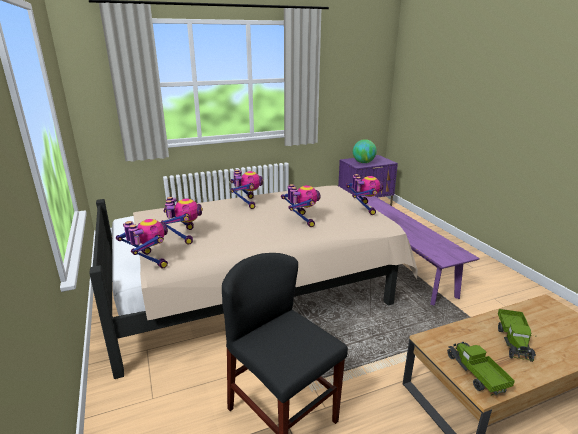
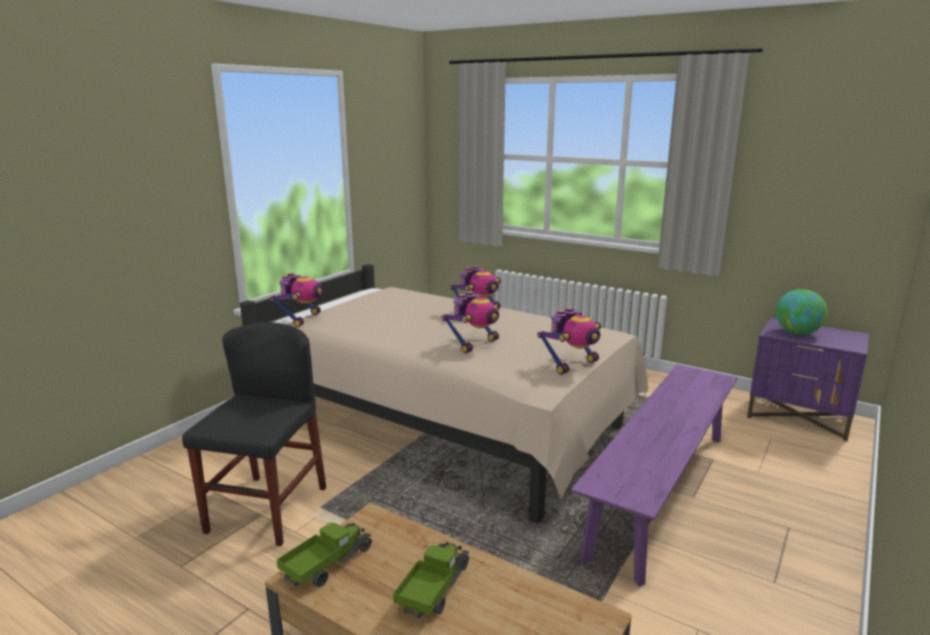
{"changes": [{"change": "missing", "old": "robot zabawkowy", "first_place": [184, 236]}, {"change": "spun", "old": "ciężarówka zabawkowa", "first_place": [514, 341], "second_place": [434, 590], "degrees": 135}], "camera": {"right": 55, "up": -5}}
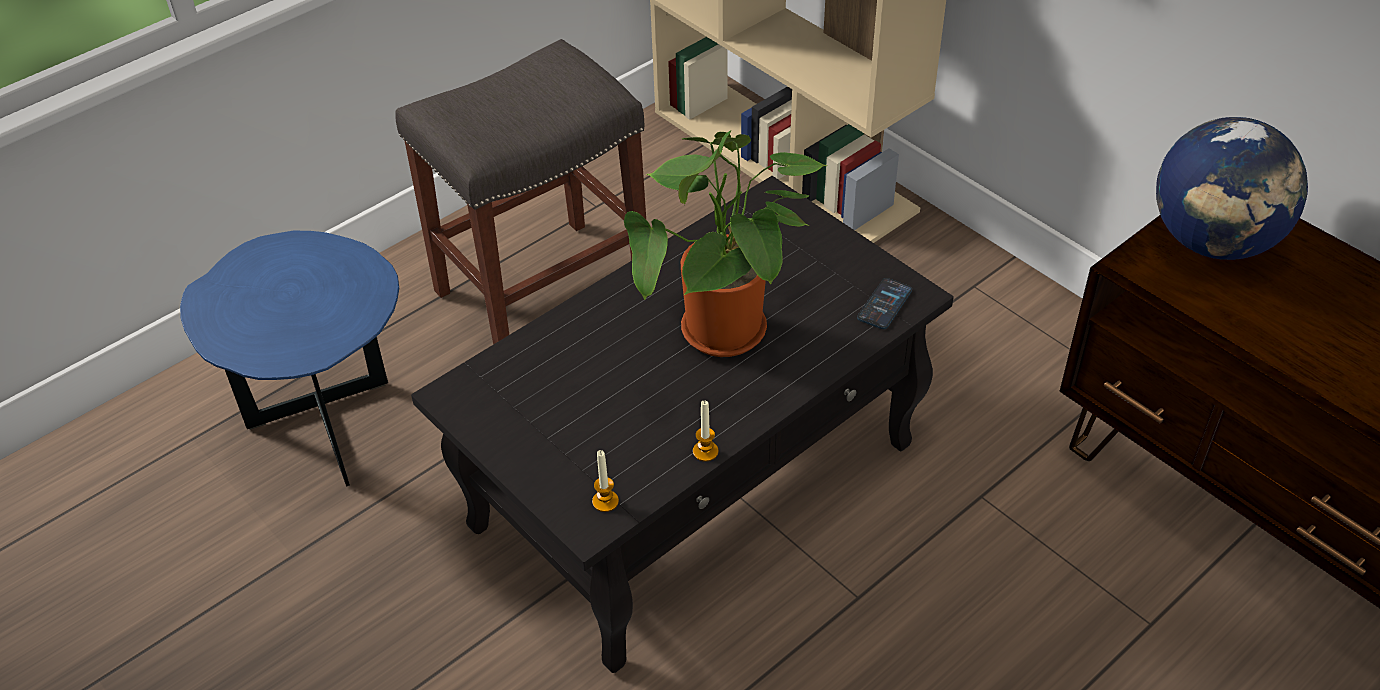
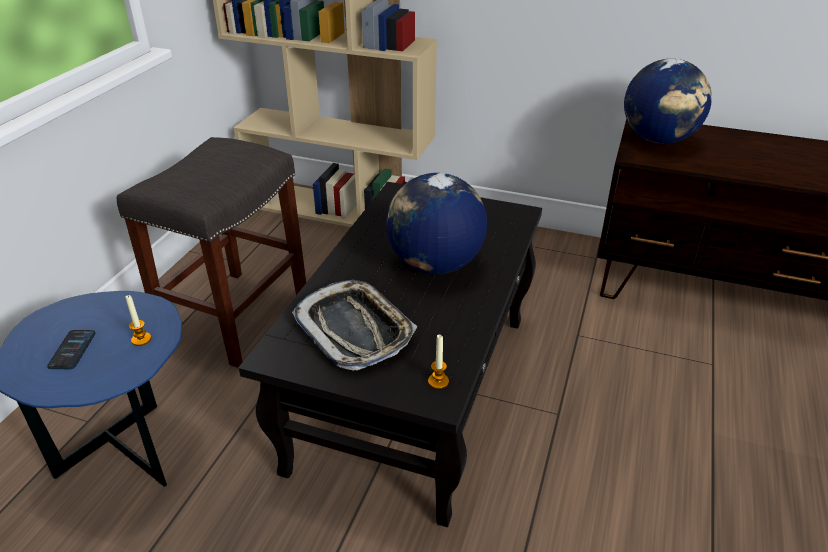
{"changes": [{"change": "exchanged", "old": "roślina doniczkowa", "new": "globus", "first_place": [727, 338], "second_place": [434, 265]}, {"change": "relocated", "old": "świeca", "first_place": [705, 451], "second_place": [141, 339]}, {"change": "relocated", "old": "telefon", "first_place": [884, 304], "second_place": [72, 350]}, {"change": "appeared", "new": "taca", "second_place": [355, 330]}], "camera": {"right": -30, "up": -10}}
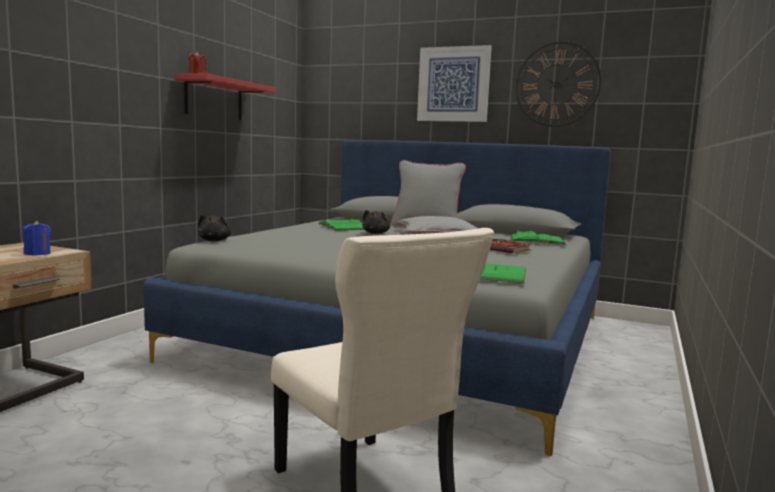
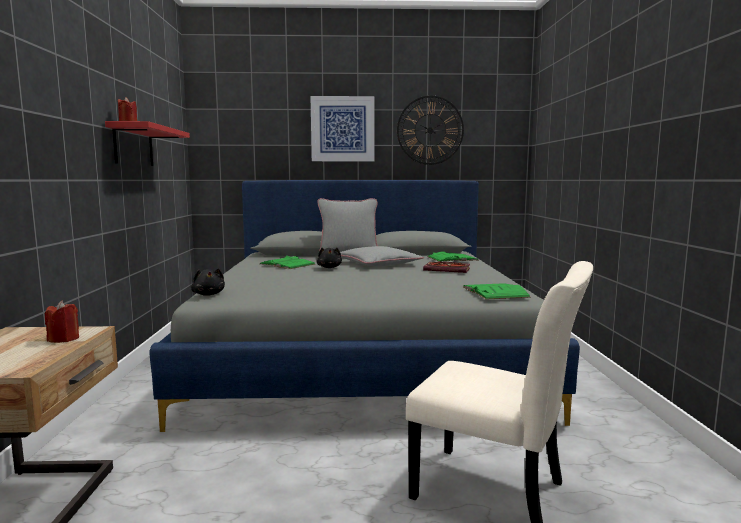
{"changes": [{"change": "colour", "old": "świeca (niebieski)", "new": "świeca (czerwony)", "first_place": [37, 254], "second_place": [64, 339]}], "camera": {"right": -25, "up": 0}}
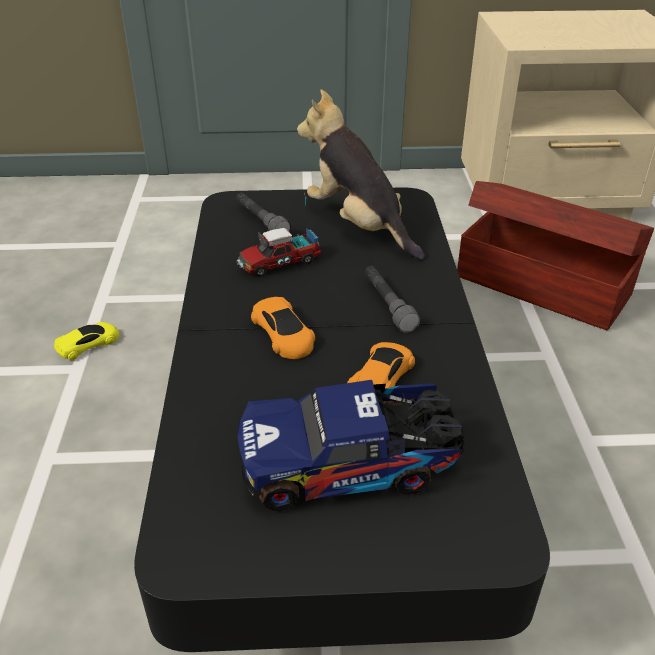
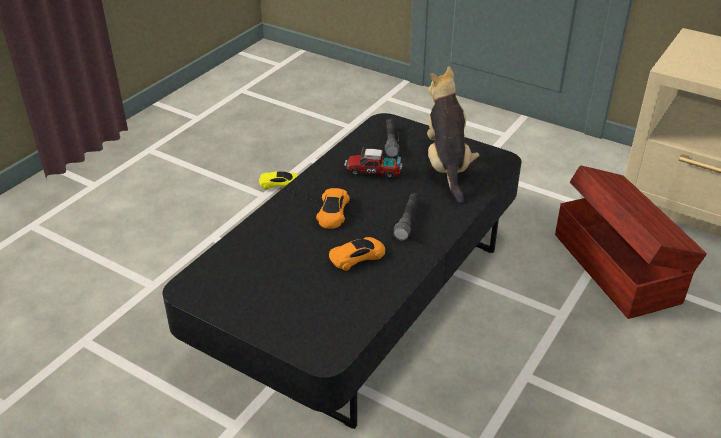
{"changes": [{"change": "missing", "old": "ciężarówka zabawkowa", "first_place": [352, 465]}], "camera": {"right": 35, "up": 0}}
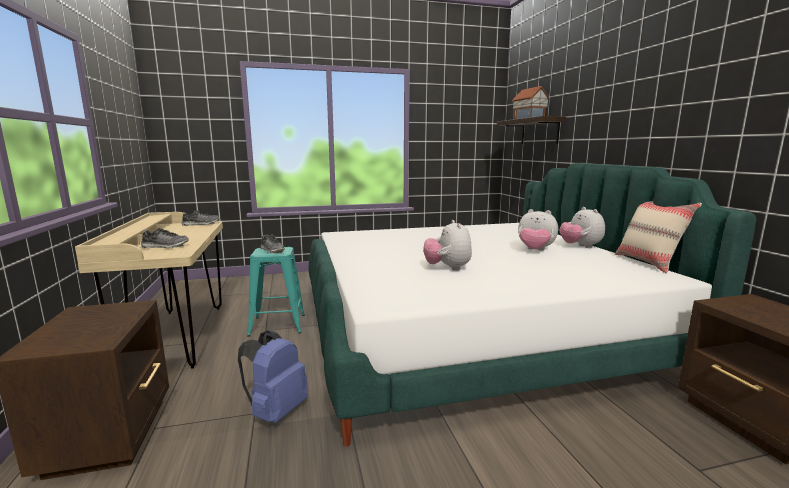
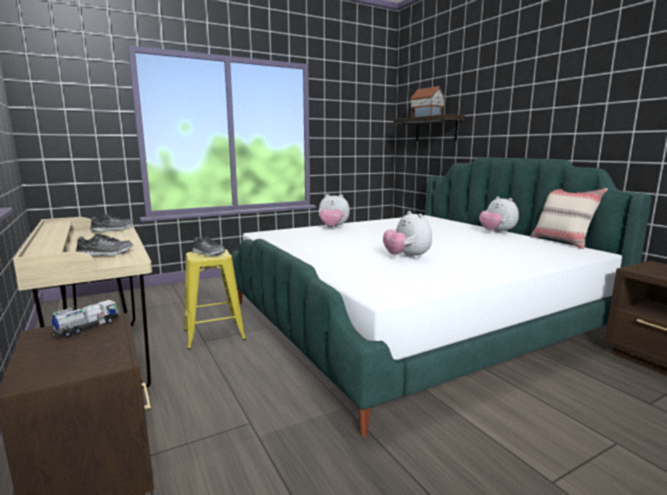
{"changes": [{"change": "missing", "old": "plecak (niebieski)", "first_place": [276, 411]}, {"change": "colour", "old": "stołek (turkusowy)", "new": "stołek (żółty)", "first_place": [277, 325], "second_place": [214, 334]}, {"change": "relocated", "old": "pluszak", "first_place": [535, 250], "second_place": [333, 228]}, {"change": "appeared", "new": "ciężarówka zabawkowa", "second_place": [87, 328]}], "camera": {"right": -15, "up": 0}}
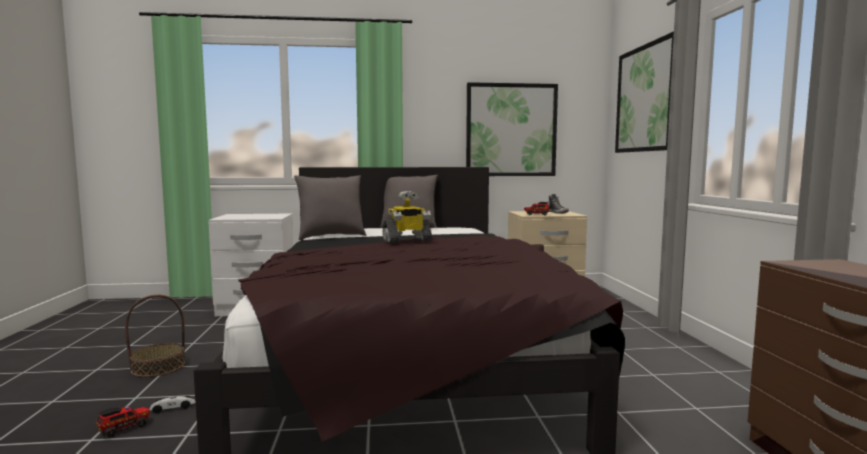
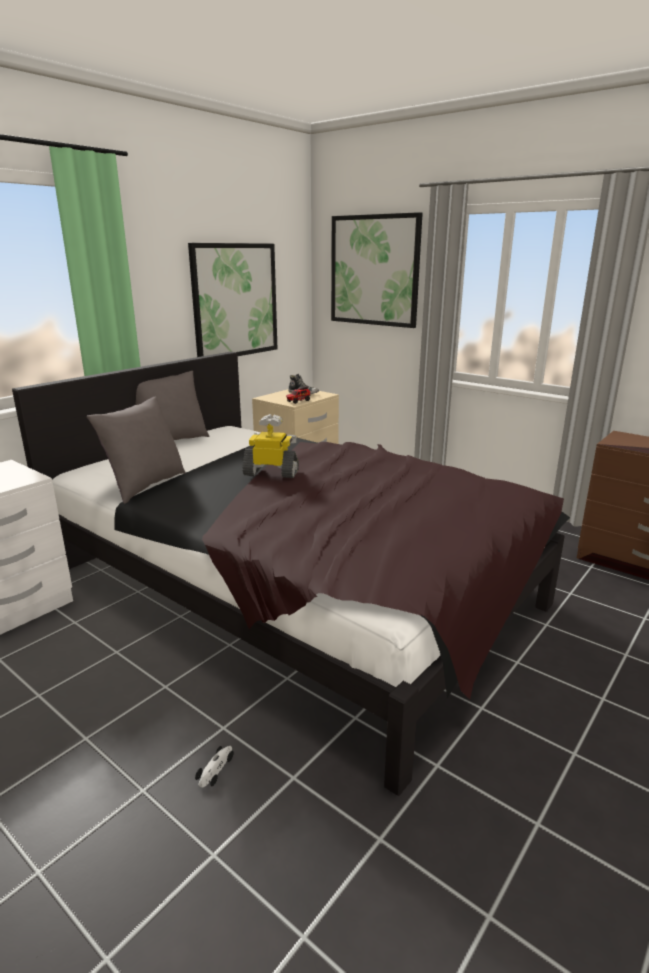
{"changes": [{"change": "missing", "old": "ciężarówka zabawkowa", "first_place": [125, 428]}, {"change": "missing", "old": "koszyk", "first_place": [158, 367]}, {"change": "spun", "old": "robot zabawkowy", "first_place": [407, 240], "second_place": [272, 472], "degrees": -105}], "camera": {"right": -45, "up": 15}}
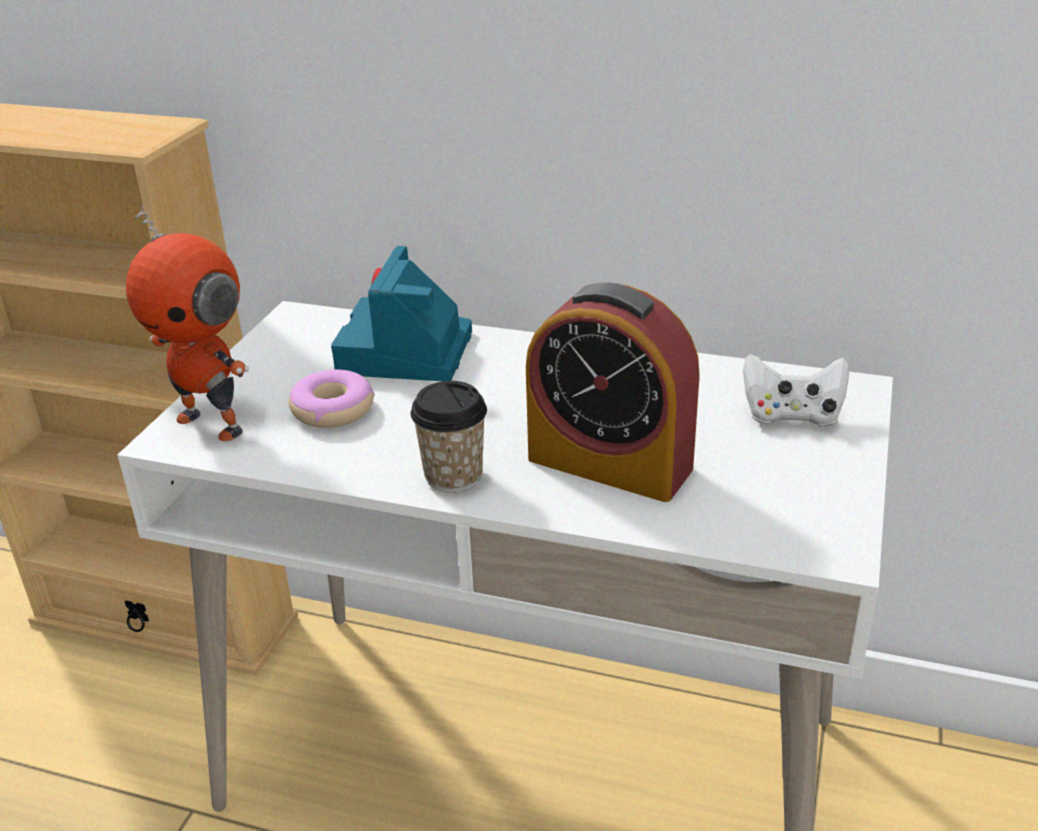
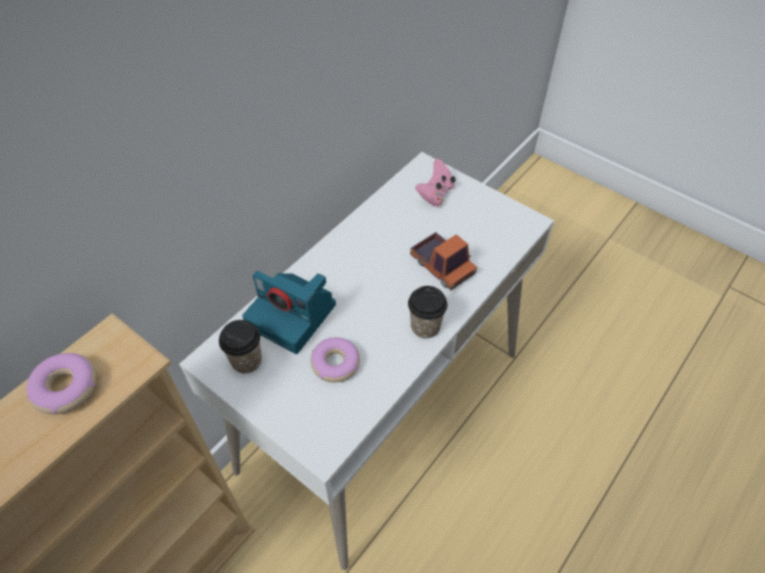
{"changes": [{"change": "missing", "old": "robot zabawkowy", "first_place": [213, 423]}, {"change": "exchanged", "old": "budzik", "new": "ciężarówka zabawkowa", "first_place": [609, 463], "second_place": [442, 266]}, {"change": "colour", "old": "pad do gier (biały)", "new": "pad do gier (różowy)", "first_place": [792, 416], "second_place": [435, 194]}, {"change": "appeared", "new": "donut", "second_place": [66, 388]}, {"change": "appeared", "new": "filiżanka", "second_place": [246, 361]}], "camera": {"right": -70, "up": 20}}
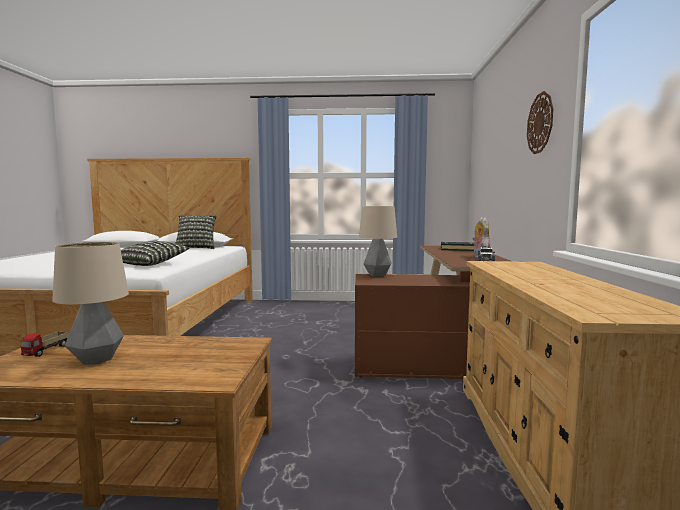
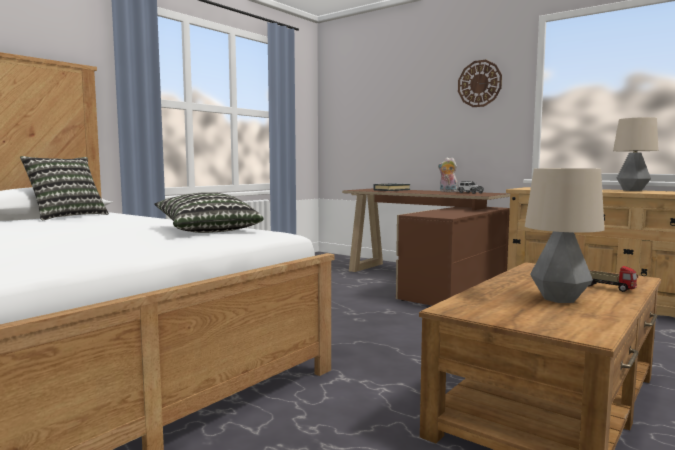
{"changes": [{"change": "relocated", "old": "ciężarówka zabawkowa", "first_place": [46, 351], "second_place": [608, 288]}, {"change": "relocated", "old": "lampa stołowa", "first_place": [377, 275], "second_place": [632, 190]}], "camera": {"right": -55, "up": 0}}
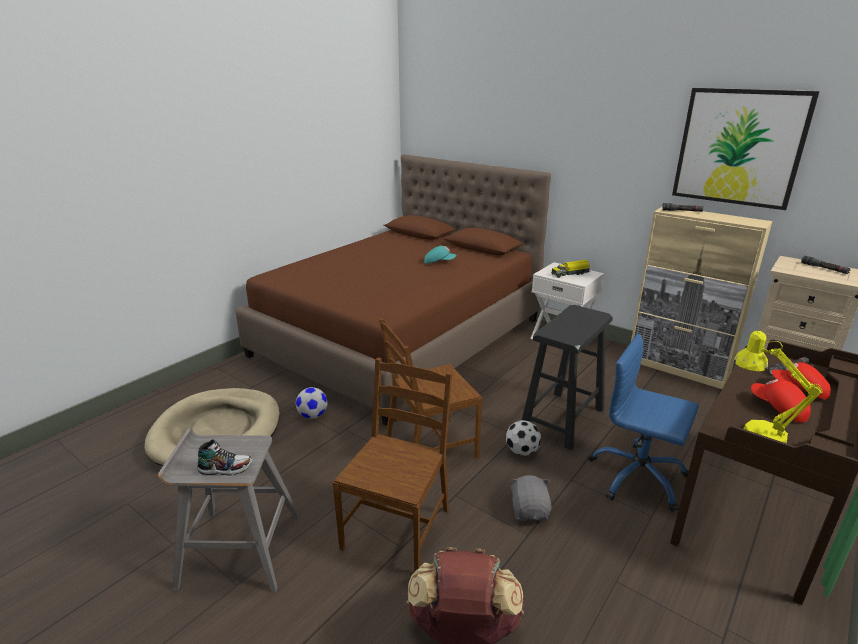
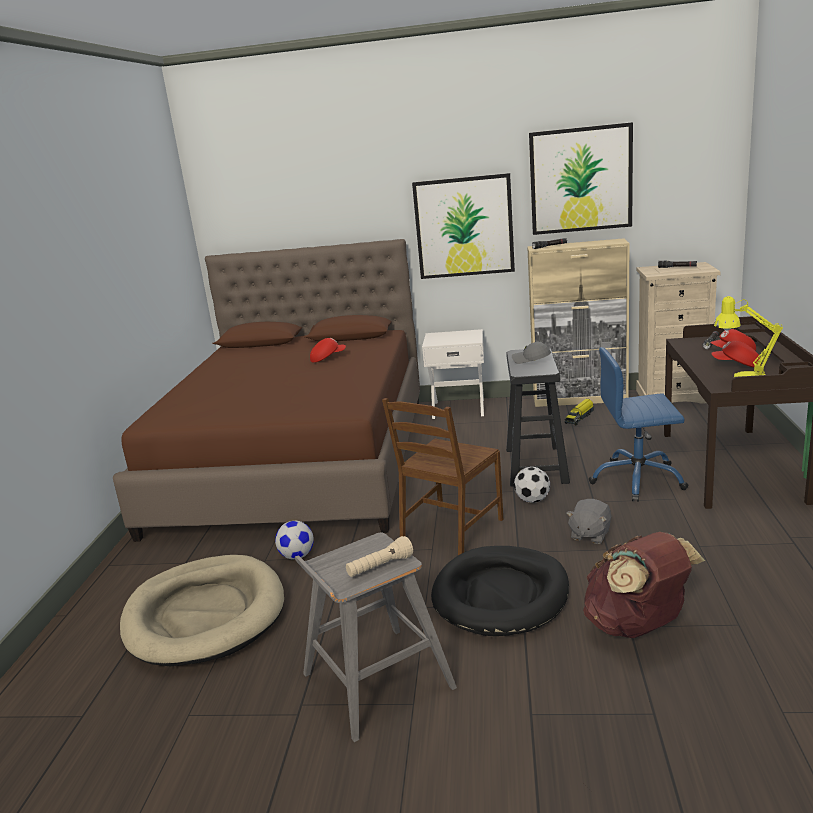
{"changes": [{"change": "exchanged", "old": "but", "new": "latarka (beżowy)", "first_place": [225, 468], "second_place": [380, 567]}, {"change": "exchanged", "old": "krzesło (brązowy)", "new": "legowisko (czarny)", "first_place": [397, 528], "second_place": [501, 595]}, {"change": "colour", "old": "czapka z daszkiem (turkusowy)", "new": "czapka z daszkiem (czerwony)", "first_place": [439, 262], "second_place": [327, 358]}, {"change": "spun", "old": "pluszak (szary)", "first_place": [530, 511], "second_place": [589, 534], "degrees": -120}, {"change": "relocated", "old": "ciężarówka zabawkowa", "first_place": [570, 273], "second_place": [579, 417]}, {"change": "appeared", "new": "obraz", "second_place": [464, 227]}, {"change": "appeared", "new": "czapka z daszkiem (szary)", "second_place": [531, 360]}], "camera": {"right": -30, "up": -5}}
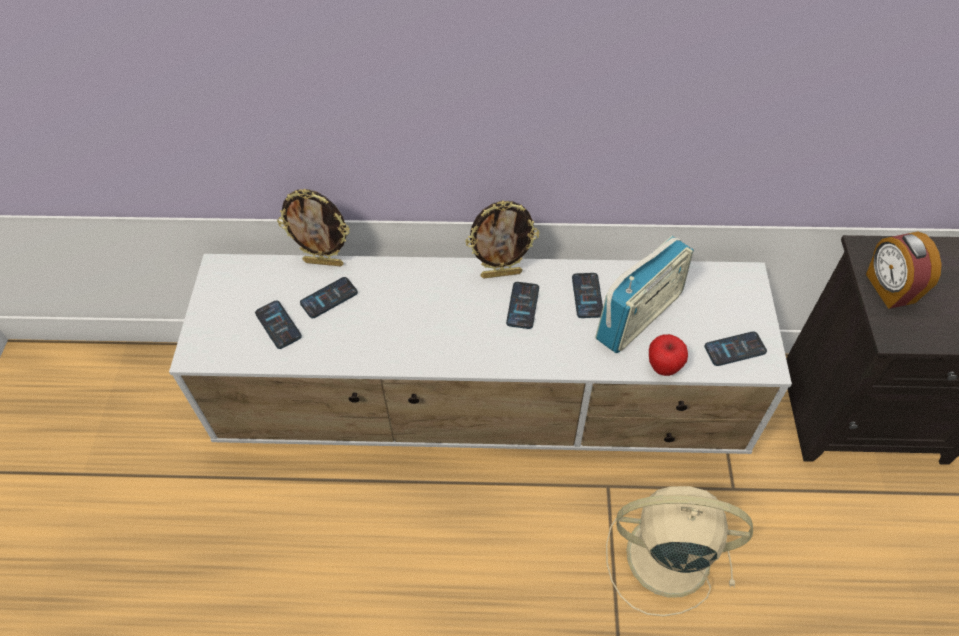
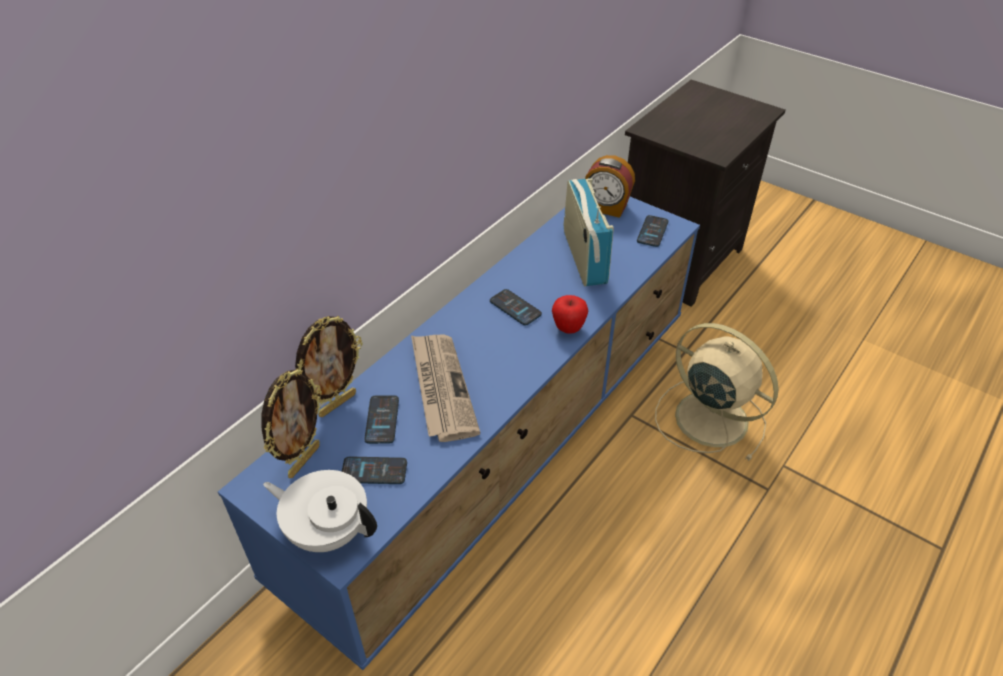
{"changes": [{"change": "colour", "old": "szafka pod telewizor (biały)", "new": "szafka pod telewizor (niebieski)", "first_place": [484, 411], "second_place": [503, 450]}, {"change": "relocated", "old": "ramka na zdjęcie", "first_place": [501, 273], "second_place": [303, 460]}, {"change": "missing", "old": "telefon", "first_place": [587, 296]}, {"change": "spun", "old": "wentylator (beżowy)", "first_place": [664, 555], "second_place": [708, 417], "degrees": 90}, {"change": "relocated", "old": "jabłko", "first_place": [663, 367], "second_place": [568, 328]}, {"change": "relocated", "old": "budzik", "first_place": [889, 289], "second_place": [606, 208]}, {"change": "appeared", "new": "imbryk (biały)", "second_place": [328, 530]}, {"change": "appeared", "new": "gazeta", "second_place": [441, 388]}], "camera": {"right": -55, "up": -10}}
